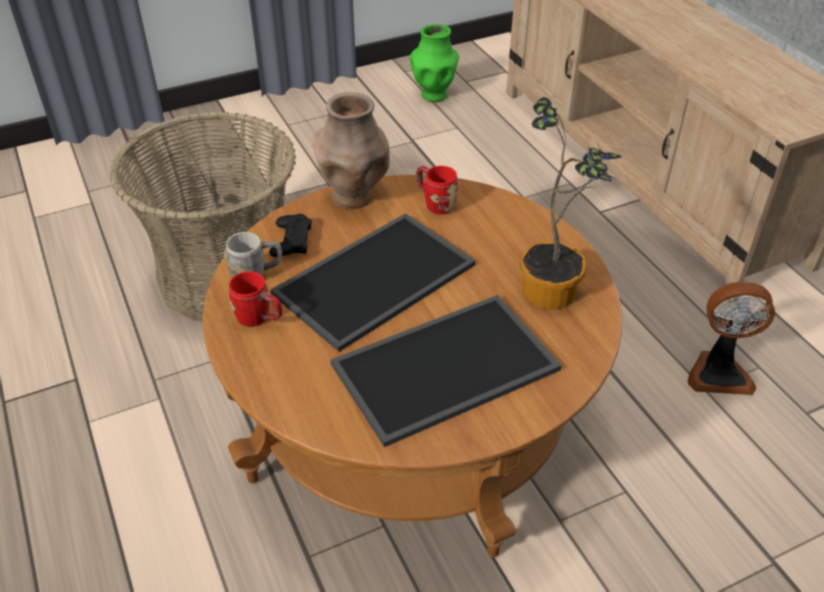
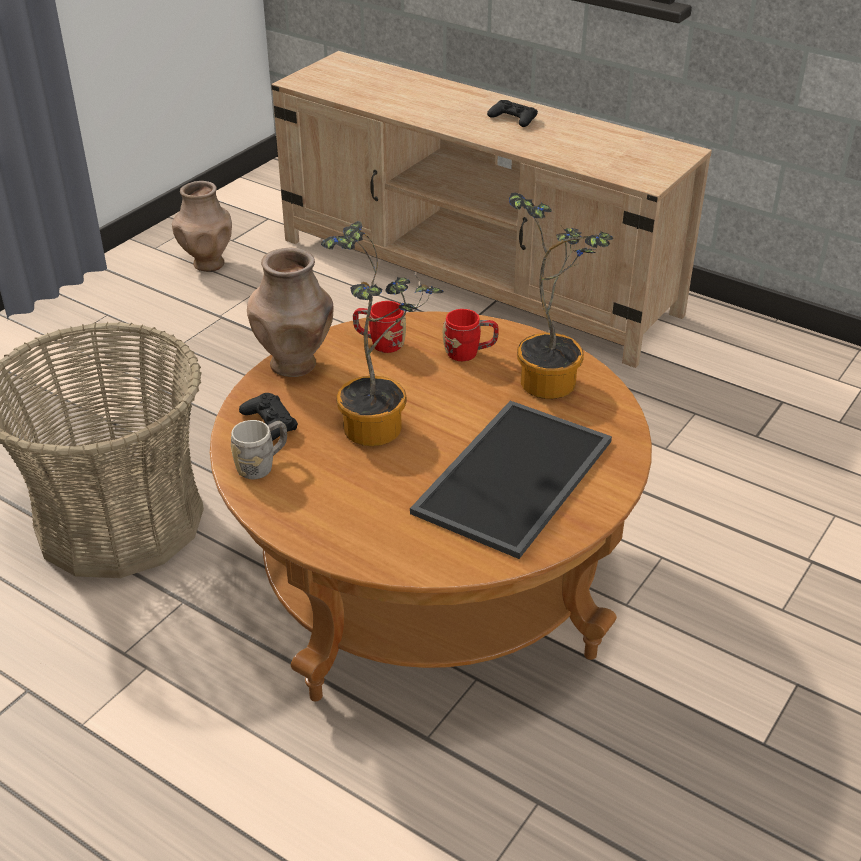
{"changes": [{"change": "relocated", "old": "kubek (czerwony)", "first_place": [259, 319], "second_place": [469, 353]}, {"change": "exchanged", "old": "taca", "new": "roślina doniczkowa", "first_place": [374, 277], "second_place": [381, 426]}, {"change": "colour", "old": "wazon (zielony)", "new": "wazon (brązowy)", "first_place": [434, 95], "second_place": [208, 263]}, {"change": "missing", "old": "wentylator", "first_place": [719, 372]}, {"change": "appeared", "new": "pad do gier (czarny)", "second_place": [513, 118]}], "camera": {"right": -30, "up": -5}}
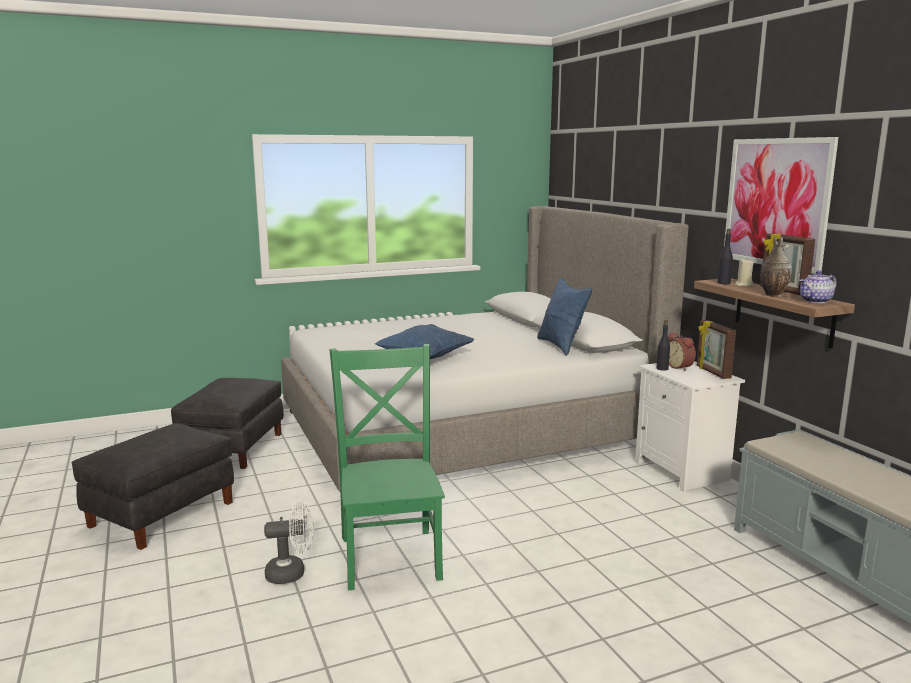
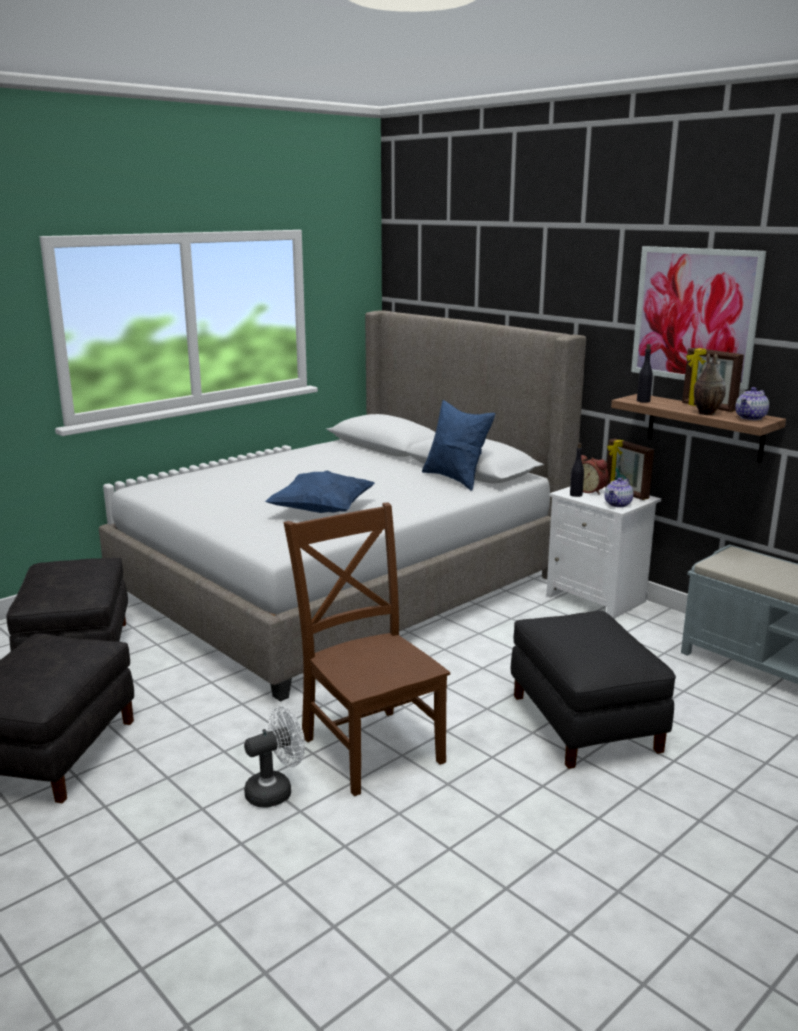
{"changes": [{"change": "colour", "old": "krzesło (zielony)", "new": "krzesło (brązowy)", "first_place": [390, 554], "second_place": [370, 746]}, {"change": "missing", "old": "świeca (beżowy)", "first_place": [744, 285]}, {"change": "appeared", "new": "pufa (czarny)", "second_place": [583, 723]}, {"change": "appeared", "new": "imbryk", "second_place": [618, 504]}], "camera": {"right": -20, "up": 5}}
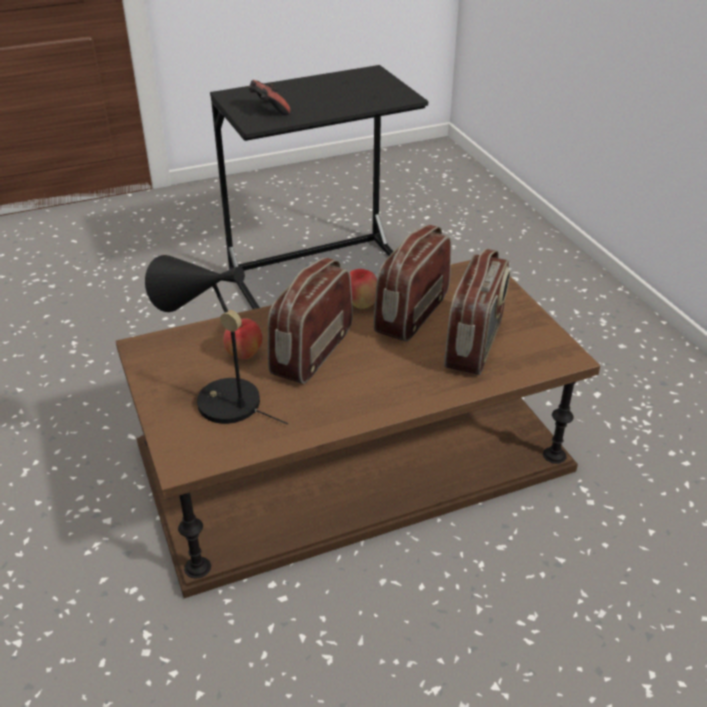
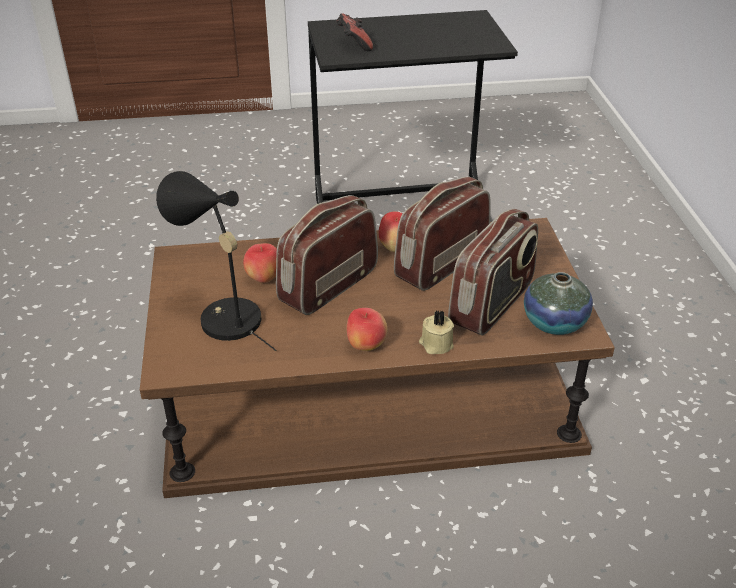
{"changes": [{"change": "appeared", "new": "jabłko", "second_place": [366, 346]}, {"change": "appeared", "new": "świeca (beżowy)", "second_place": [435, 344]}, {"change": "appeared", "new": "wazon", "second_place": [554, 323]}], "camera": {"right": 15, "up": 0}}
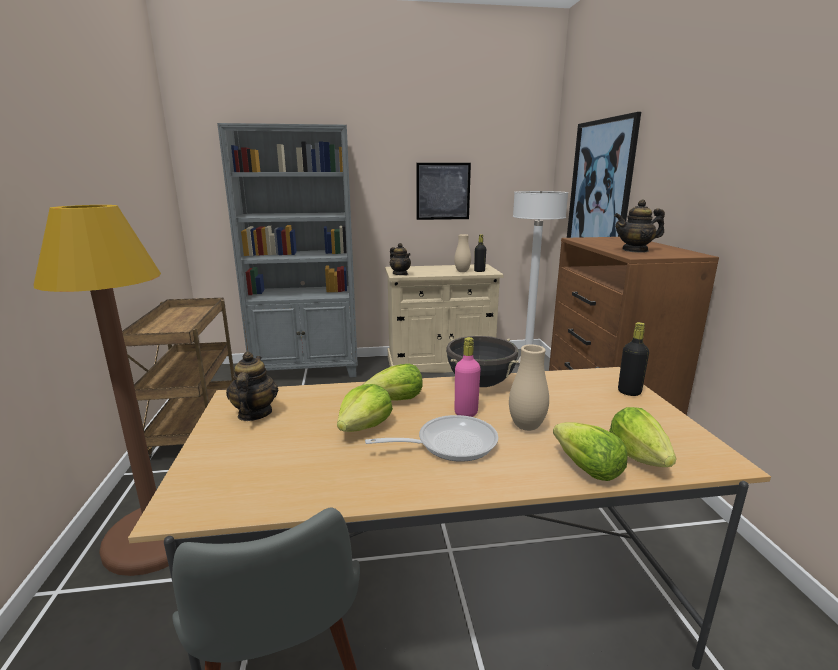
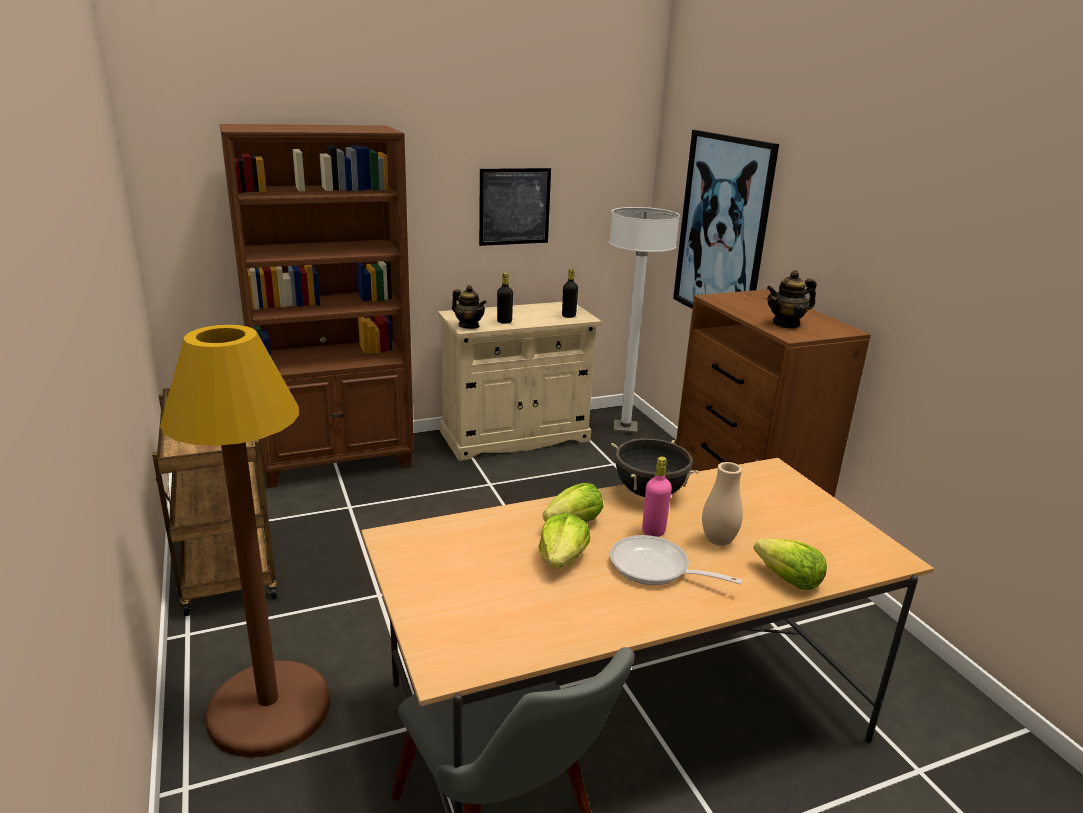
{"changes": [{"change": "colour", "old": "regał (szary)", "new": "regał (brązowy)", "first_place": [308, 370], "second_place": [338, 462]}, {"change": "missing", "old": "imbryk", "first_place": [254, 414]}, {"change": "spun", "old": "patelnia", "first_place": [449, 444], "second_place": [656, 568], "degrees": -120}, {"change": "missing", "old": "wazon (beżowy)", "first_place": [462, 271]}, {"change": "missing", "old": "sałata", "first_place": [638, 456]}, {"change": "relocated", "old": "butelka (czarny)", "first_place": [629, 392], "second_place": [504, 322]}], "camera": {"right": -15, "up": 5}}
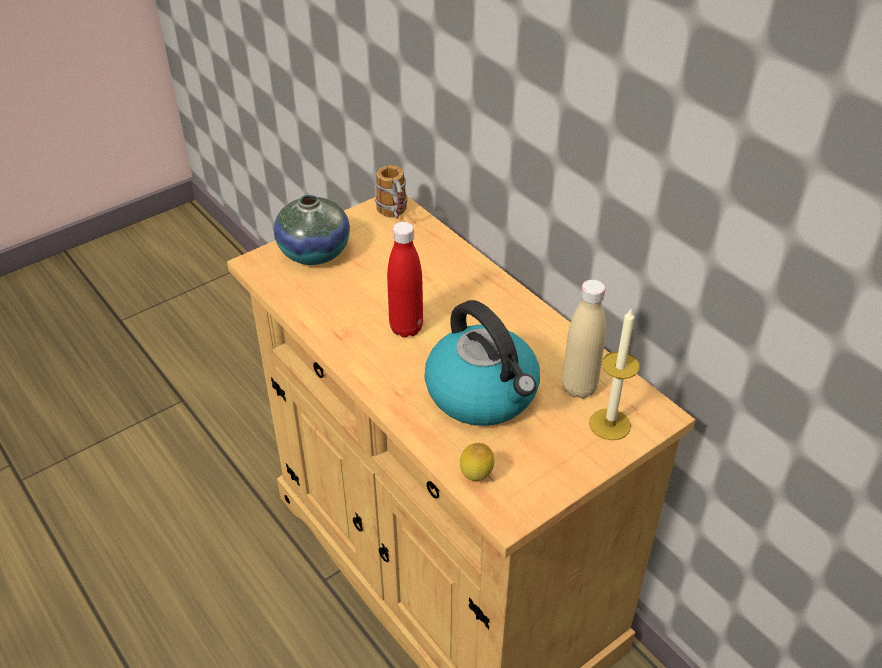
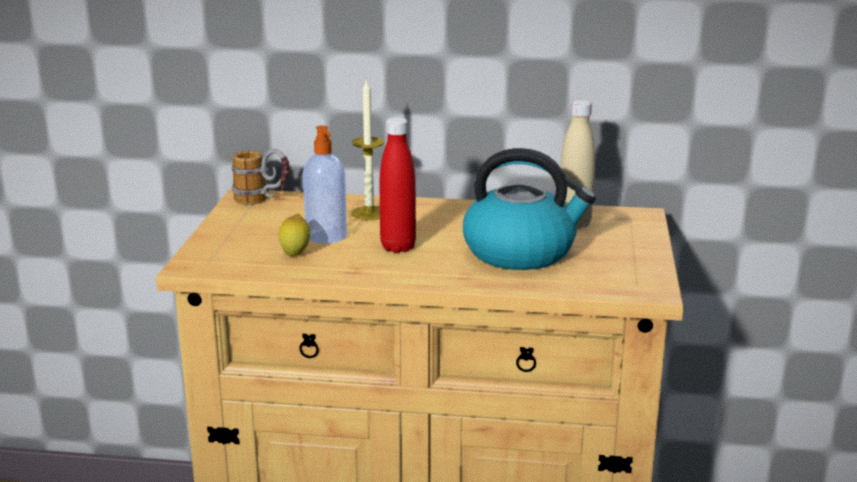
{"changes": [{"change": "missing", "old": "wazon", "first_place": [314, 252]}, {"change": "relocated", "old": "cytryna", "first_place": [476, 477], "second_place": [295, 255]}, {"change": "relocated", "old": "świeca", "first_place": [609, 424], "second_place": [369, 213]}, {"change": "appeared", "new": "dozownik mydła", "second_place": [326, 237]}], "camera": {"right": -45, "up": -20}}
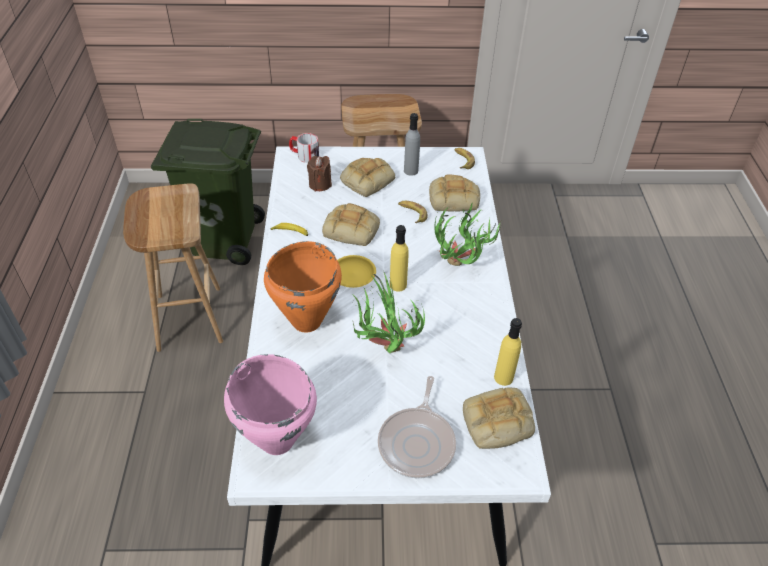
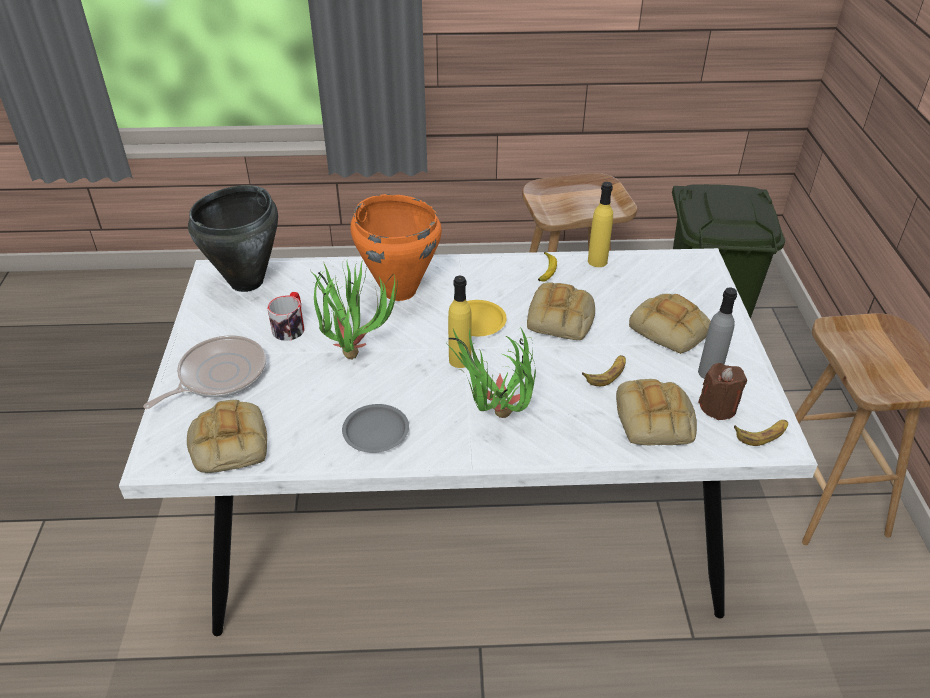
{"changes": [{"change": "colour", "old": "garnek (różowy)", "new": "garnek (czarny)", "first_place": [277, 439], "second_place": [247, 282]}, {"change": "relocated", "old": "kubek", "first_place": [304, 155], "second_place": [291, 326]}, {"change": "relocated", "old": "świeca (brązowy)", "first_place": [320, 184], "second_place": [718, 407]}, {"change": "spun", "old": "patelnia", "first_place": [417, 442], "second_place": [219, 375], "degrees": 120}, {"change": "relocated", "old": "butelka (żółty)", "first_place": [503, 377], "second_place": [597, 261]}, {"change": "appeared", "new": "talerz (szary)", "second_place": [376, 432]}], "camera": {"right": 90, "up": -5}}
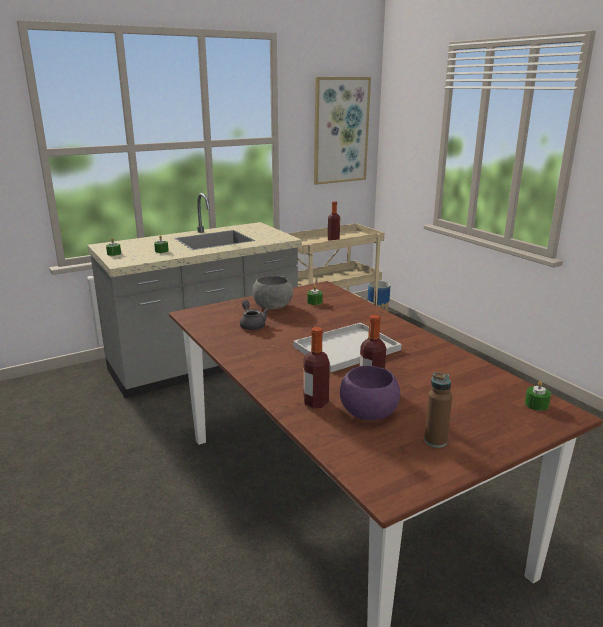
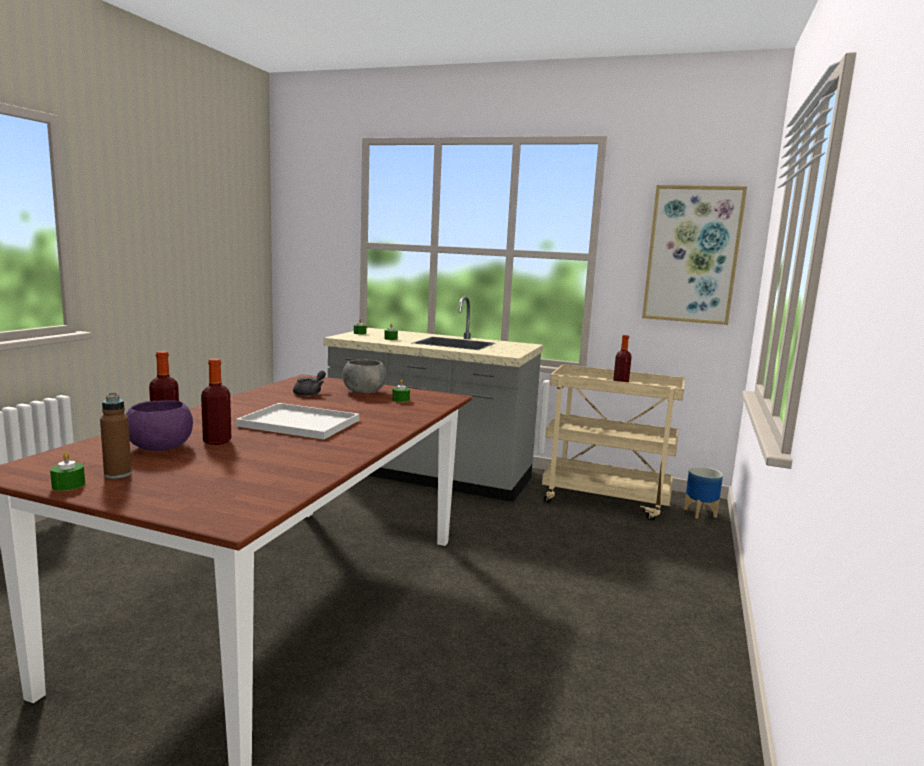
{"changes": [{"change": "relocated", "old": "świeca (zielony)", "first_place": [536, 404], "second_place": [68, 485]}], "camera": {"right": 50, "up": -10}}
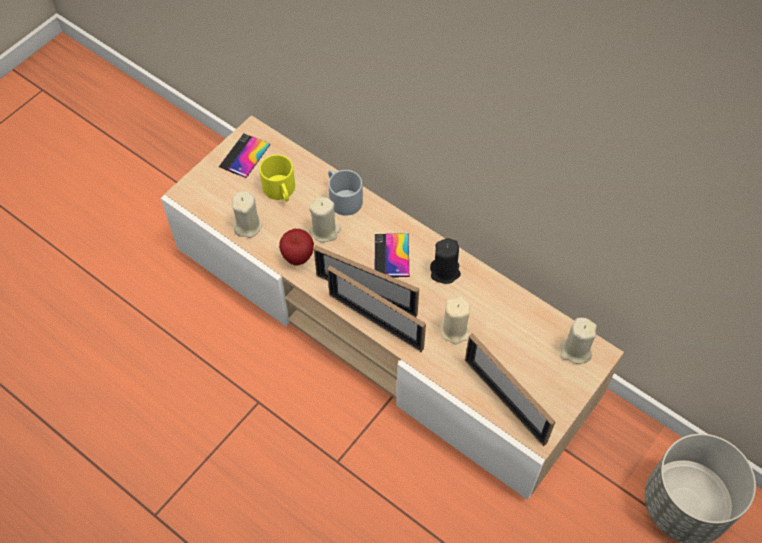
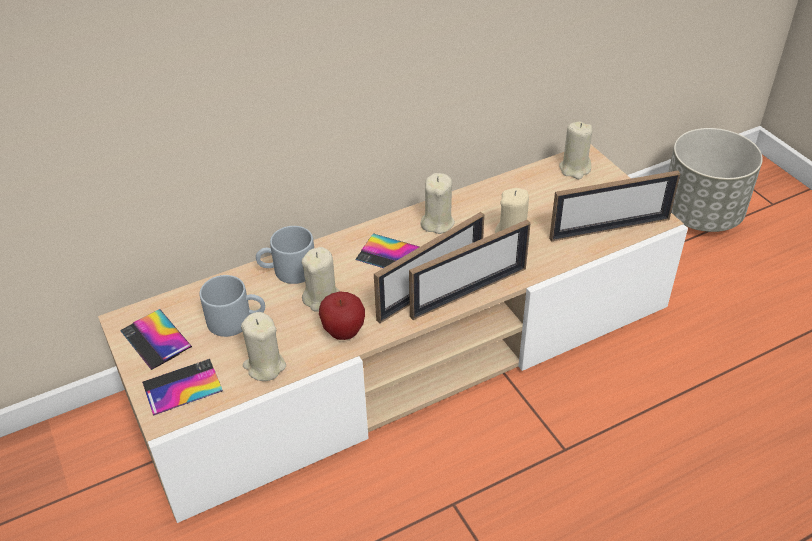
{"changes": [{"change": "colour", "old": "kubek (żółty)", "new": "kubek (szary)", "first_place": [281, 191], "second_place": [237, 320]}, {"change": "colour", "old": "świeca (czarny)", "new": "świeca (beżowy)", "first_place": [445, 271], "second_place": [437, 223]}, {"change": "appeared", "new": "telefon", "second_place": [182, 387]}], "camera": {"right": -65, "up": -15}}
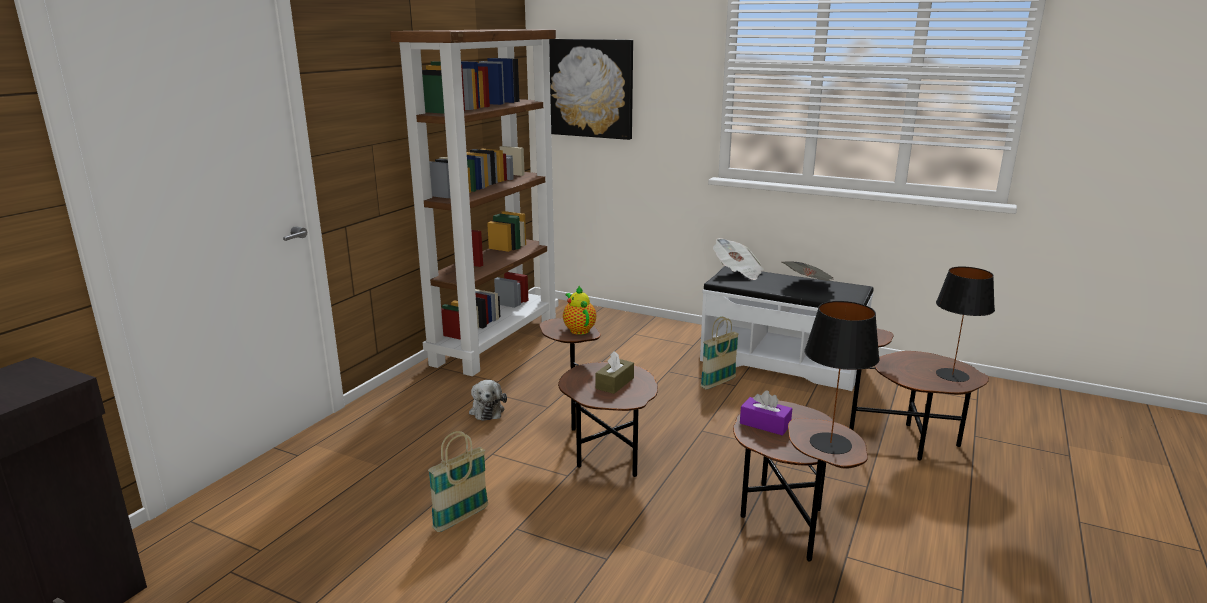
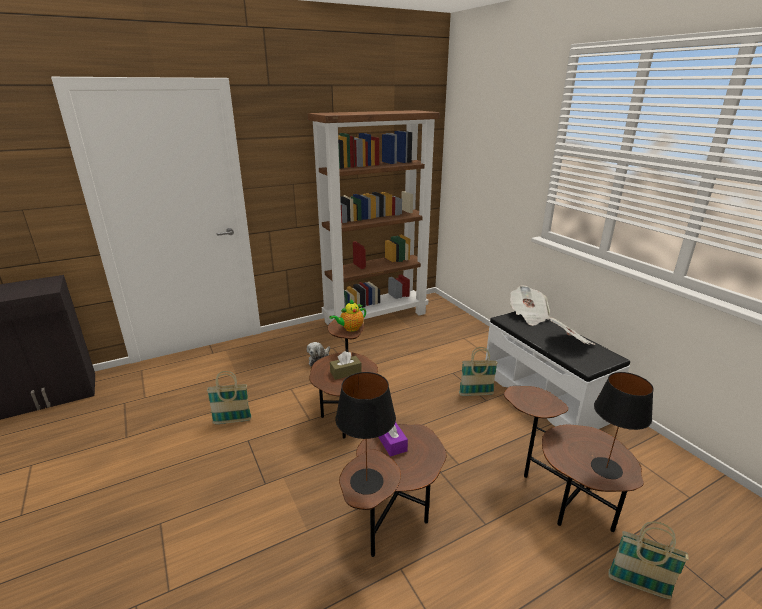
{"changes": [{"change": "missing", "old": "obraz", "first_place": [590, 88]}, {"change": "spun", "old": "imbryk", "first_place": [578, 329], "second_place": [350, 328], "degrees": -135}, {"change": "appeared", "new": "koszyk", "second_place": [638, 586]}], "camera": {"right": 35, "up": 5}}
